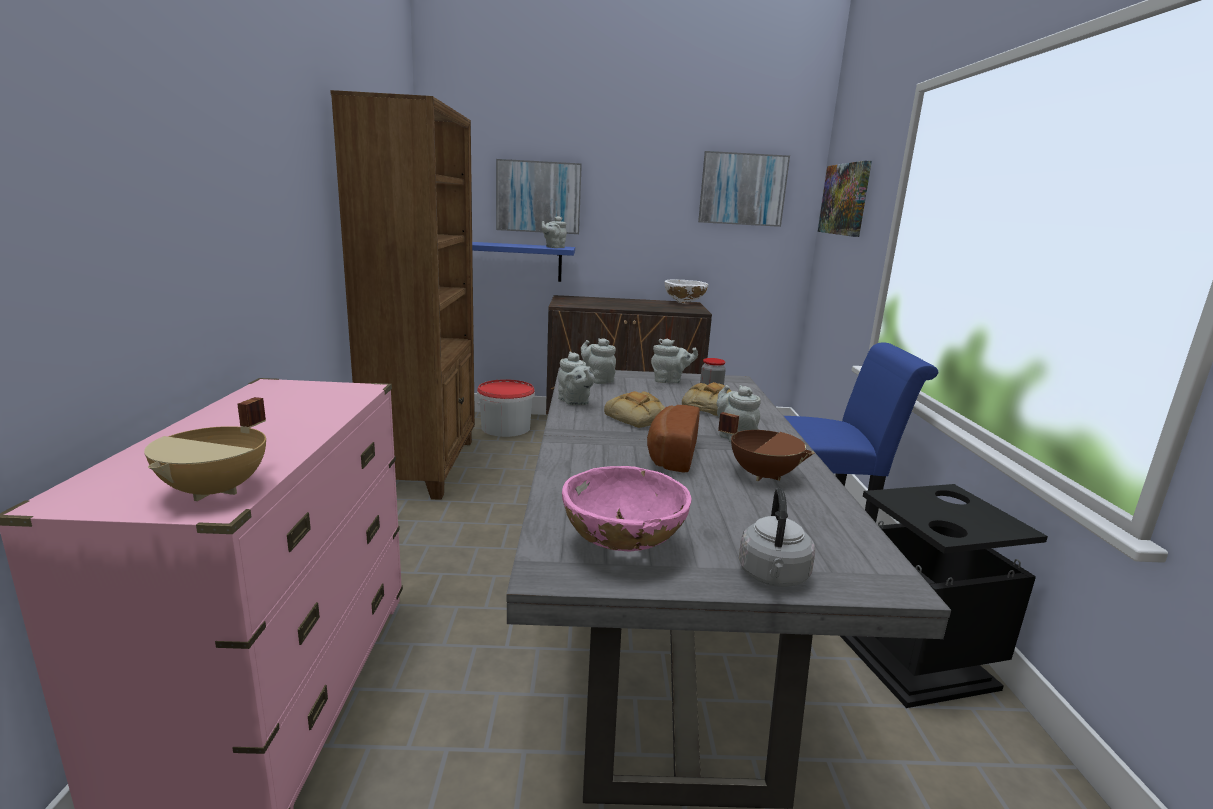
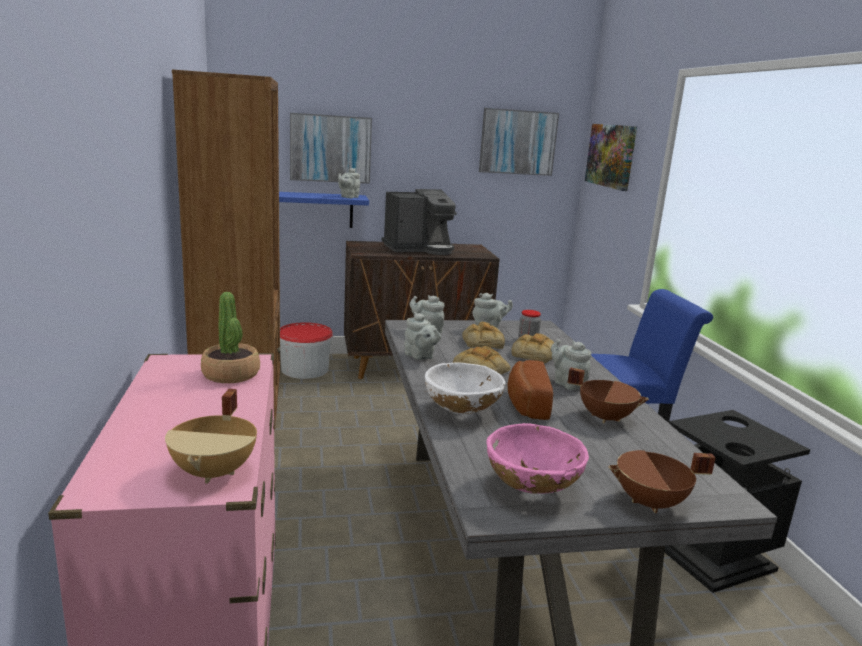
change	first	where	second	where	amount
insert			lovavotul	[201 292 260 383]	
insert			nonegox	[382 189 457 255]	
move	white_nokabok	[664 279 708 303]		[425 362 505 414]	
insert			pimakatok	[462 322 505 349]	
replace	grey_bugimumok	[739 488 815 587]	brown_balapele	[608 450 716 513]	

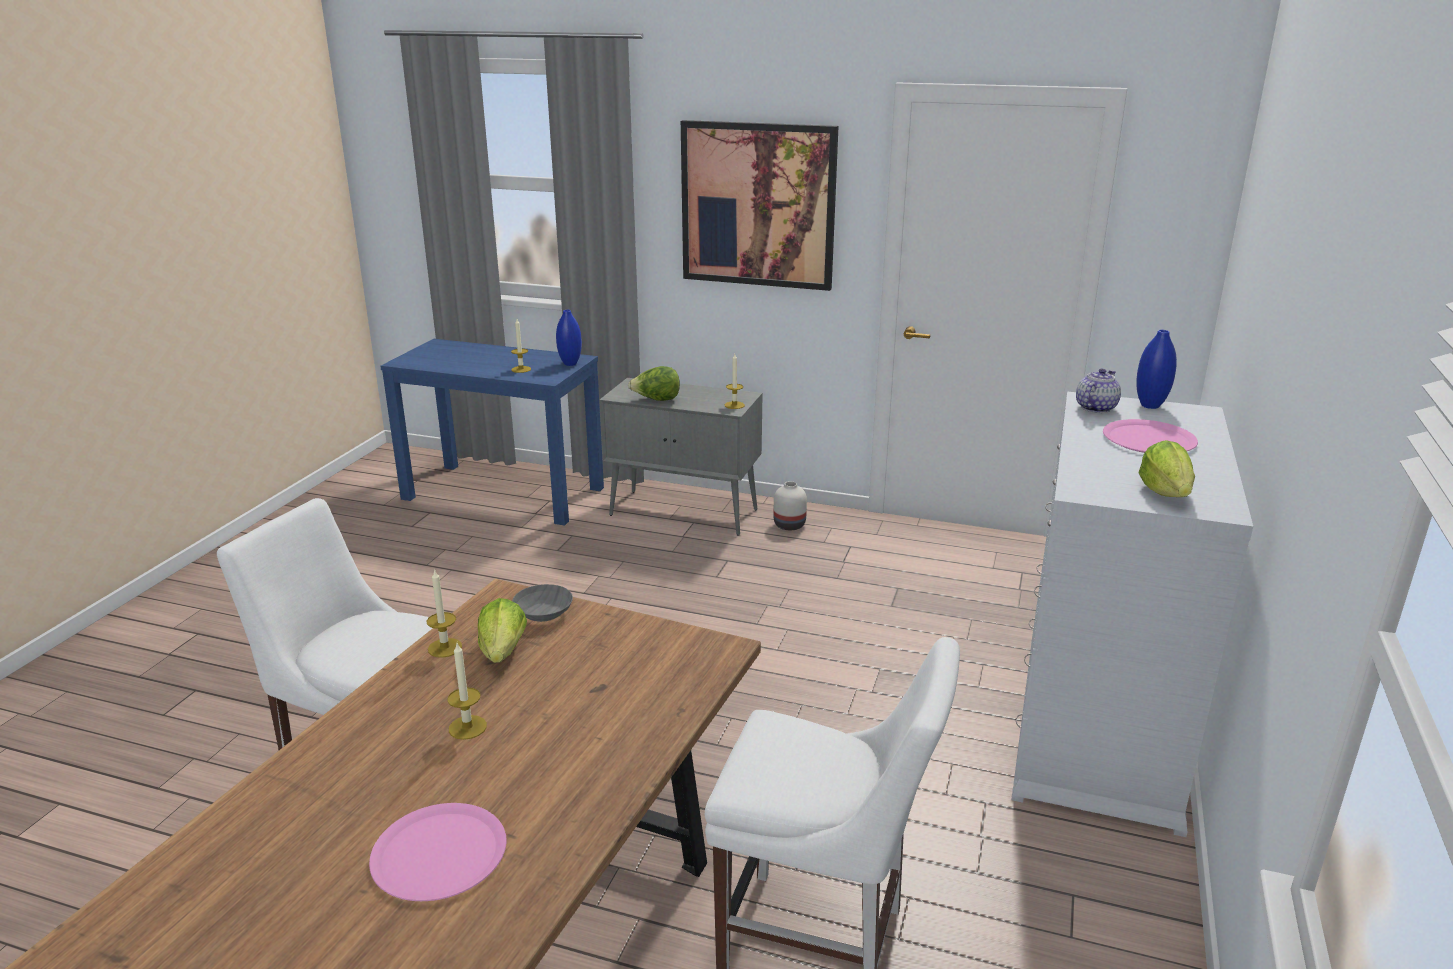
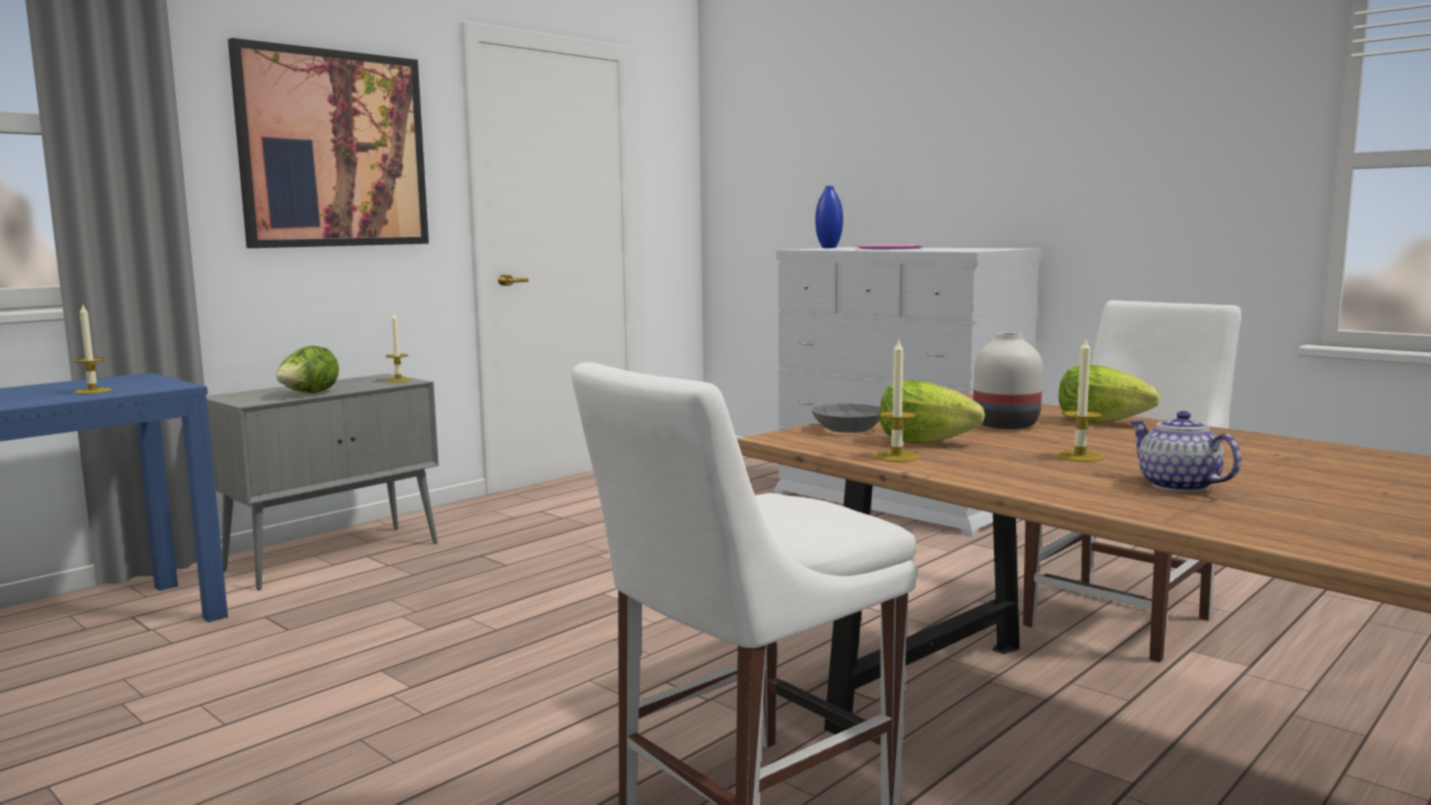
change	first	where	second	where	amount
move	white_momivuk	[773 481 807 530]		[973 332 1043 429]	
move	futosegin	[1138 440 1195 497]		[1059 365 1160 423]	
move	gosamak	[1076 368 1121 413]		[1129 411 1241 492]	
delete	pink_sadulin	[369 803 507 901]			
delete	blue_momivuk	[556 310 582 366]			

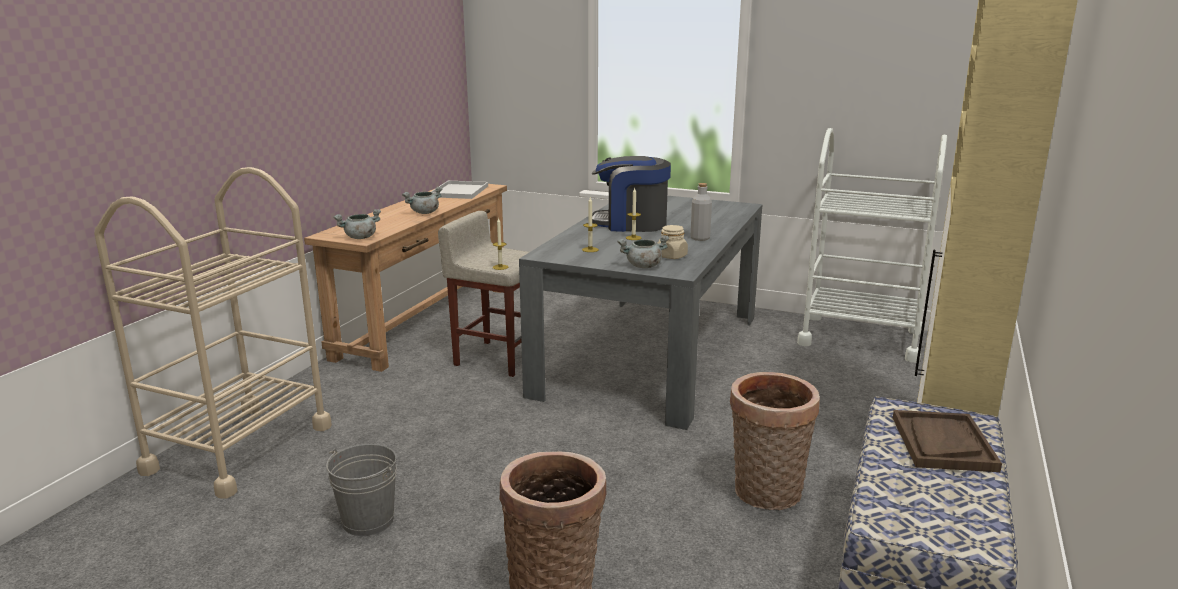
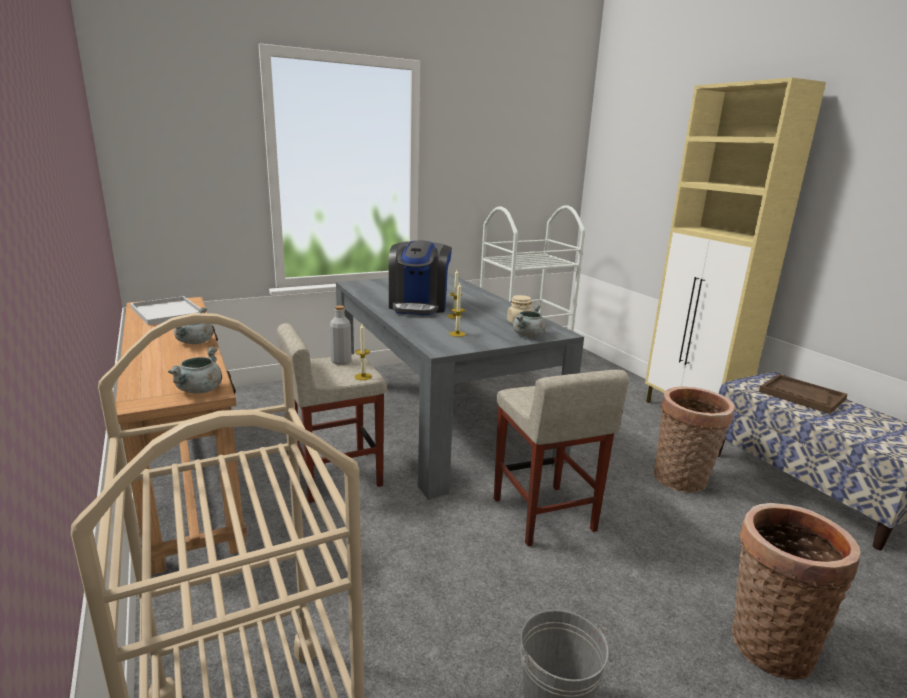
change	first	where	second	where	amount
move	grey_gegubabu	[690 183 712 241]		[330 305 352 365]	
rotate	nonegox	[592 156 671 232]		[389 240 452 315]	45 degrees counterclockwise
insert			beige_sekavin	[494 369 629 546]	

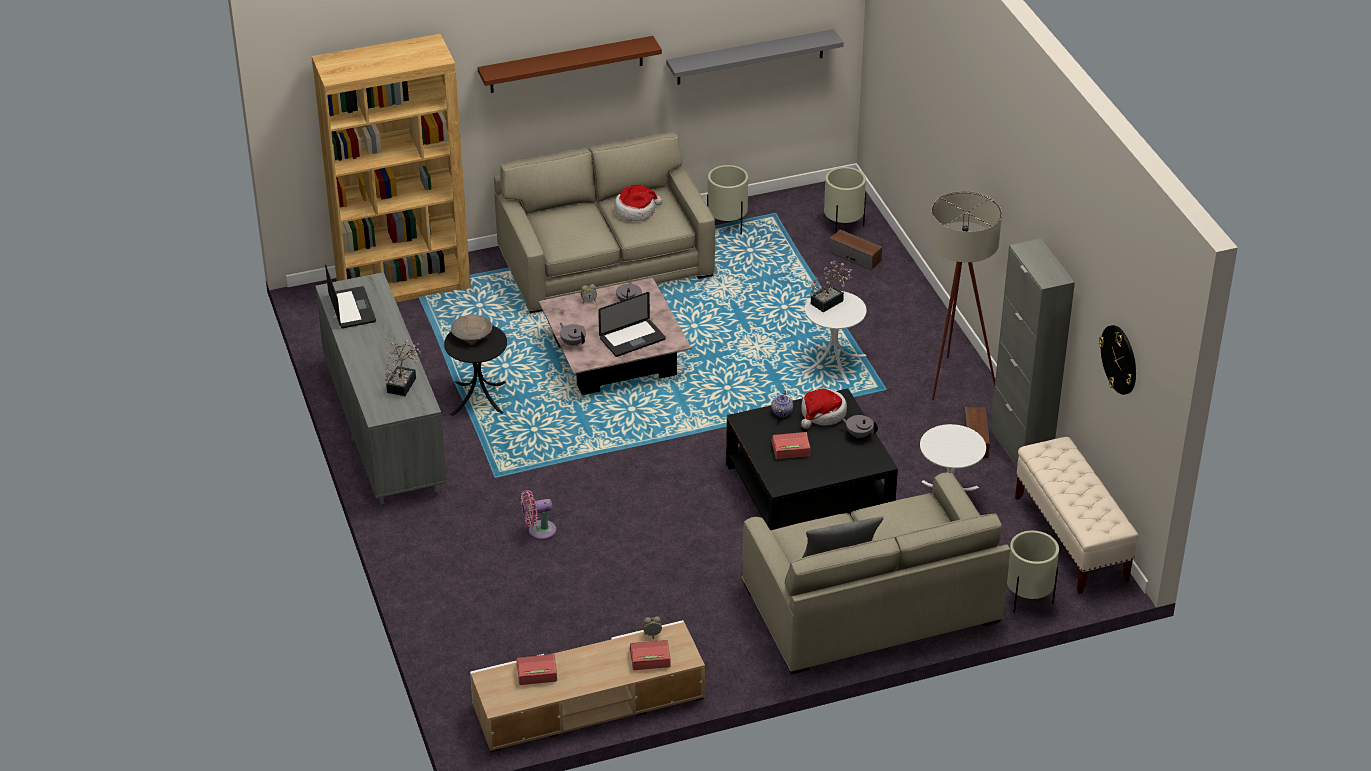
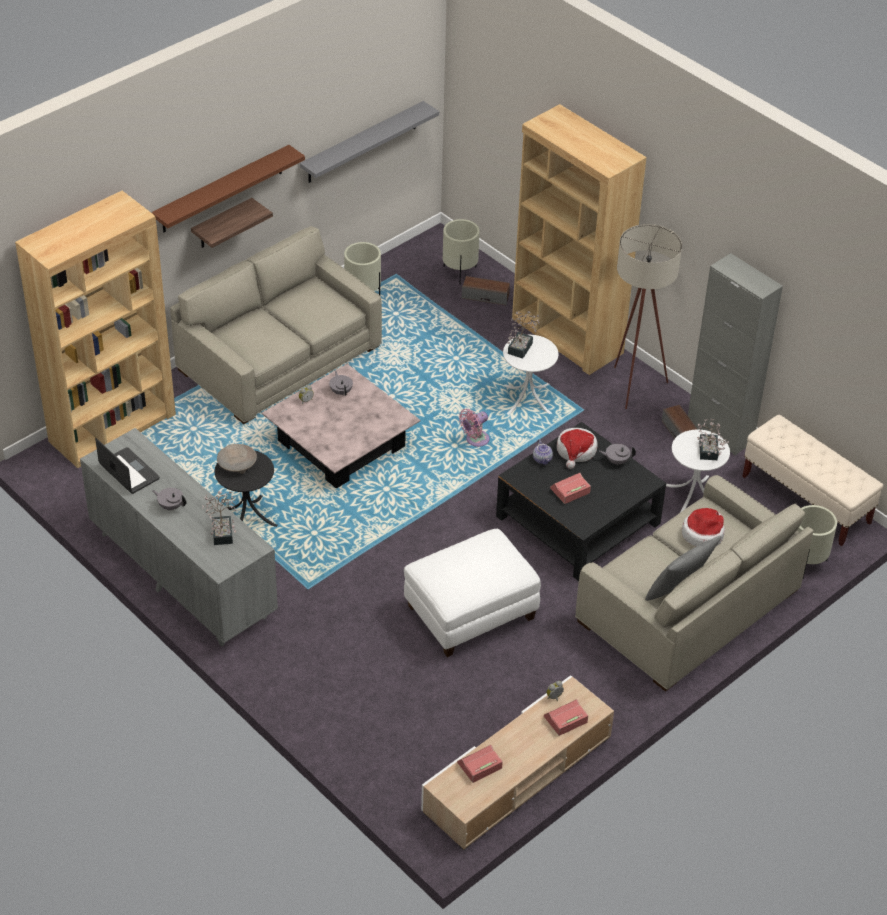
change	first	where	second	where	amount
move	grey_gosamak	[560 323 586 346]		[152 488 187 511]	
insert			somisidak	[191 198 273 248]	
insert			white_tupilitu	[404 529 541 657]	
move	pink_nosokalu	[521 490 556 540]		[459 409 489 447]	
insert			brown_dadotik	[512 104 647 375]	
move	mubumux	[614 185 662 221]		[682 508 725 546]	
insert			lovavotul	[697 419 729 460]	
delete	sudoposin	[598 292 666 357]			
delete	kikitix	[1099 325 1136 395]			

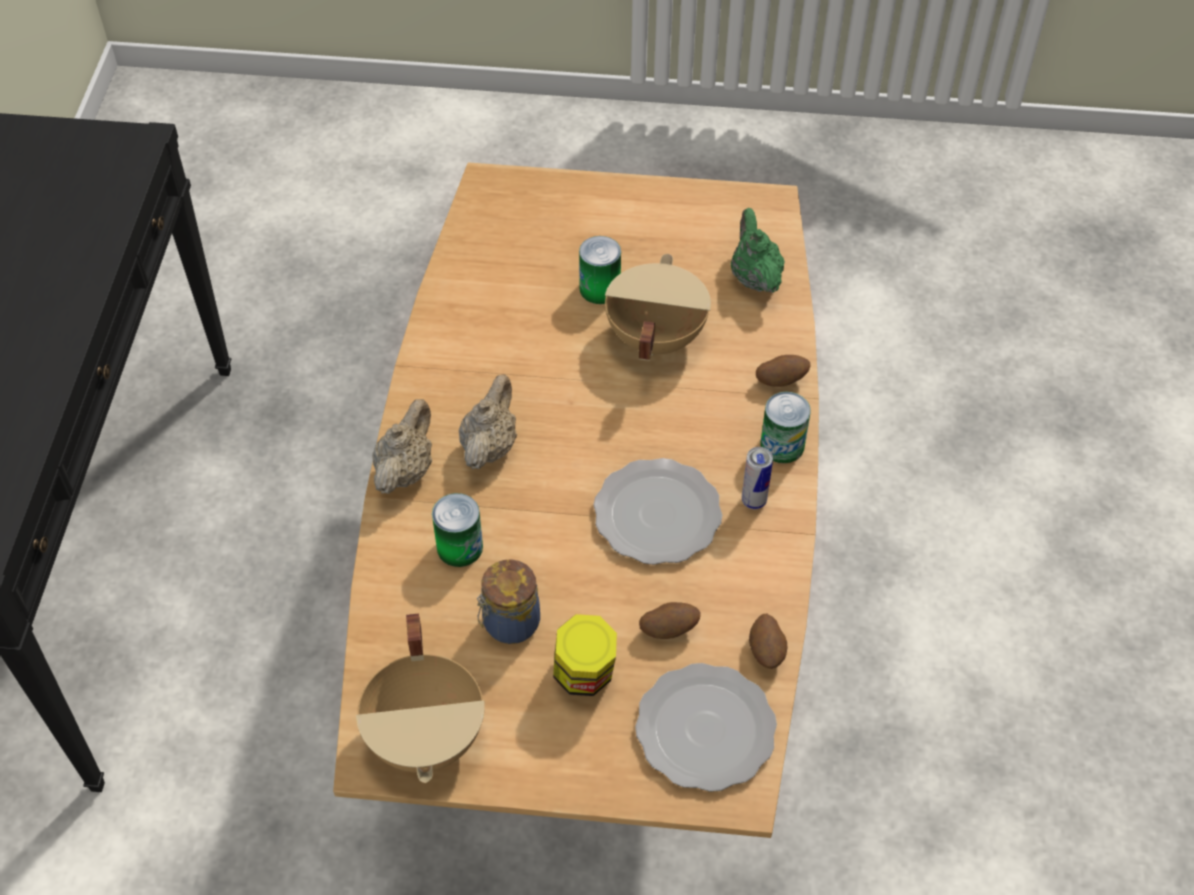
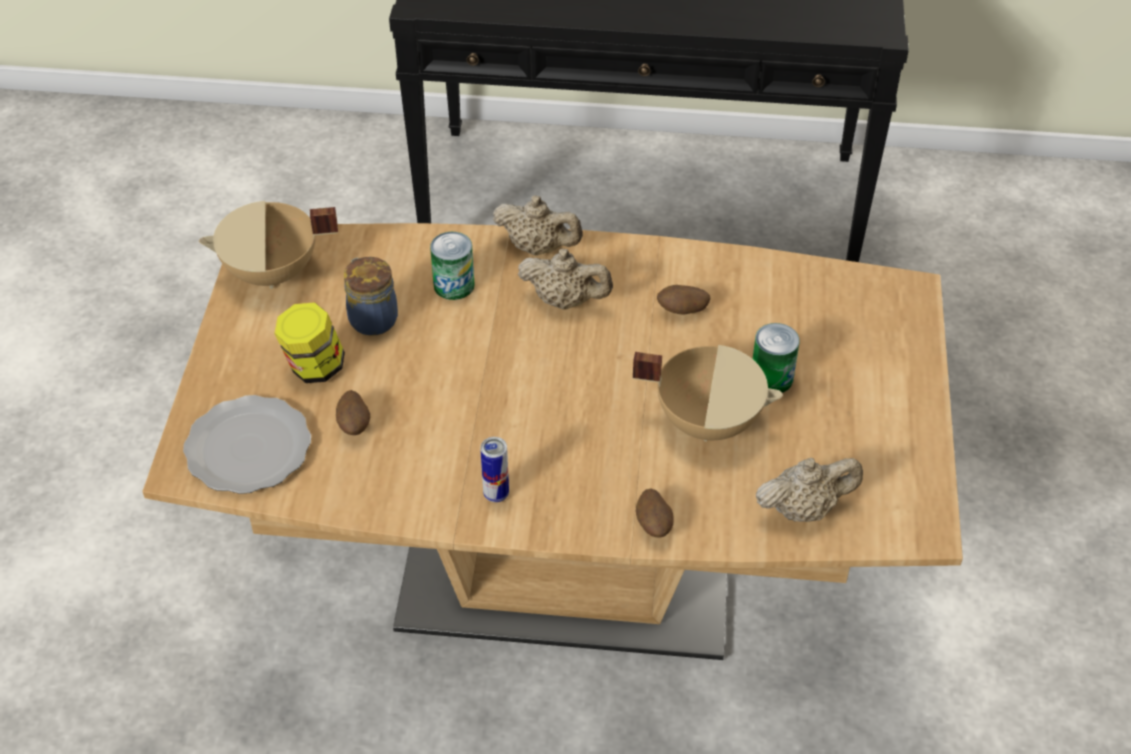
change	first	where	second	where	amount
move	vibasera	[749 614 788 669]		[657 285 710 315]	
recolor	green_gosamak	[731 208 785 293]	beige_gosamak	[756 458 863 522]	
delete	sadulin	[593 458 722 565]			
delete	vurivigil	[760 392 811 463]			

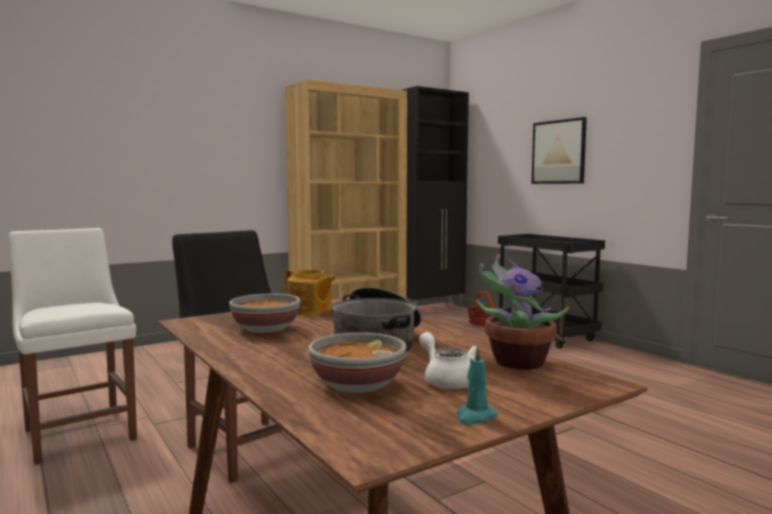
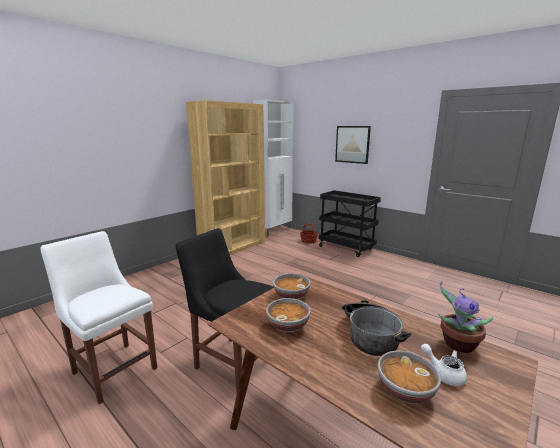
change	first	where	second	where	amount
recolor	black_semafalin	[402 86 469 307]	white_semafalin	[253 100 294 237]	
replace	gosamak	[285 269 336 315]	nokabok	[273 274 311 300]	
delete	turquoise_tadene	[456 345 498 425]			

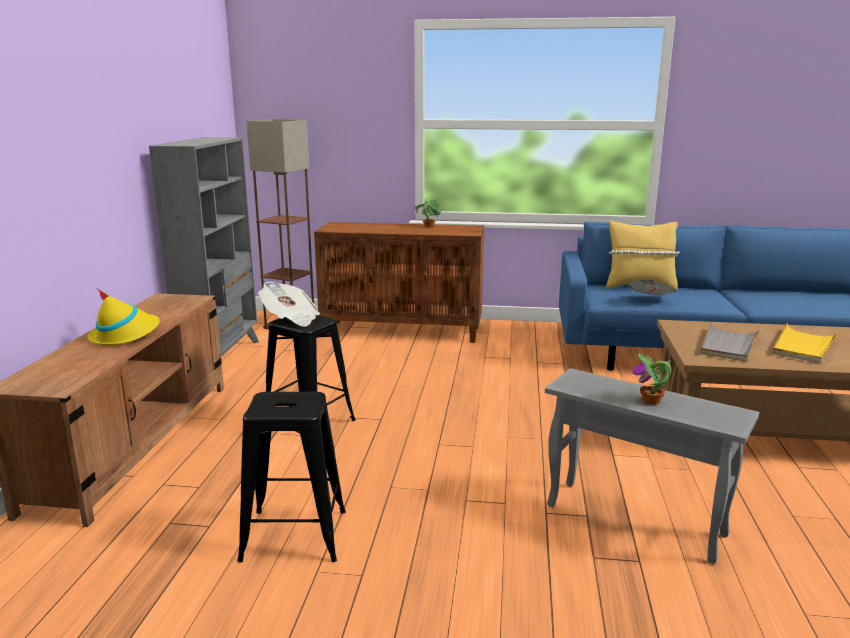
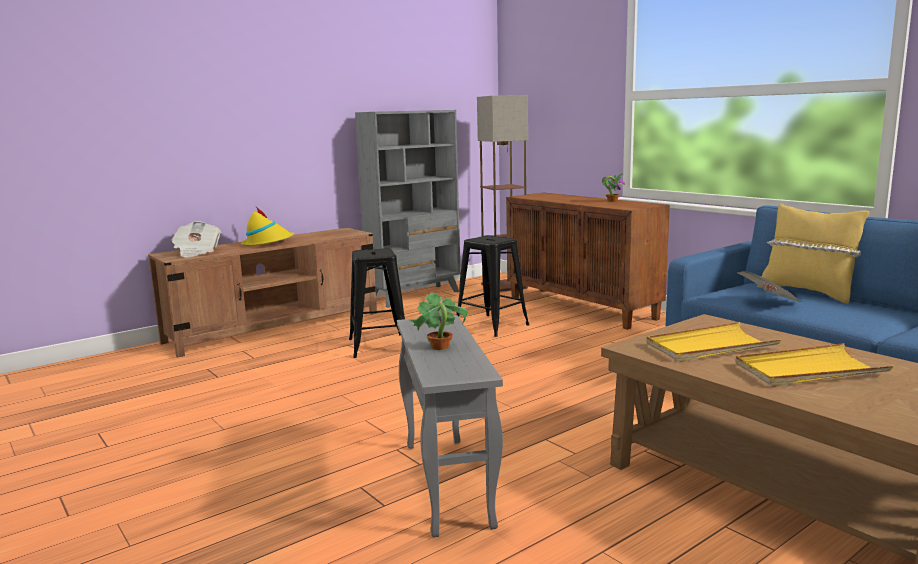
change	first	where	second	where	amount
move	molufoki	[258 282 320 327]		[171 221 221 257]	
move	black_sekavin	[237 392 346 562]		[456 235 529 337]	
recolor	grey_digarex	[701 321 760 362]	yellow_digarex	[646 322 781 362]	

